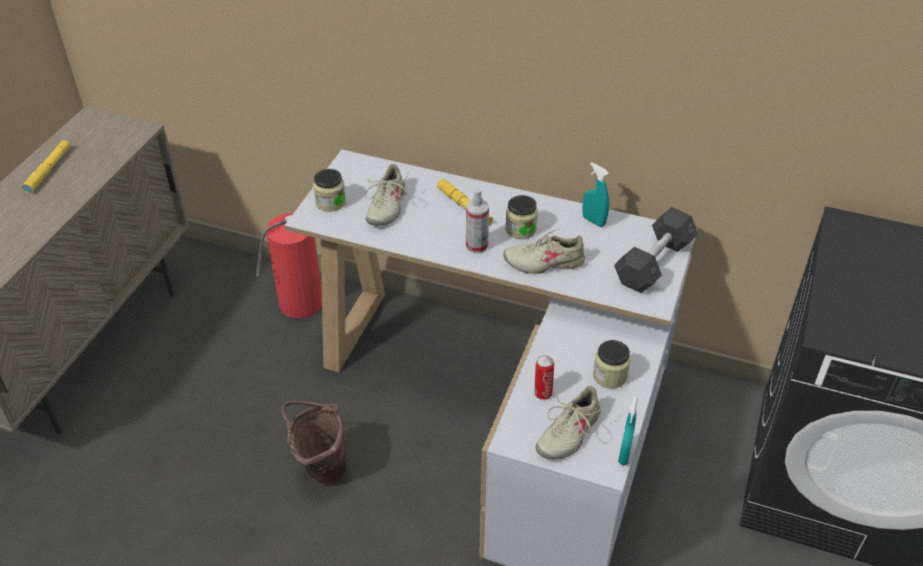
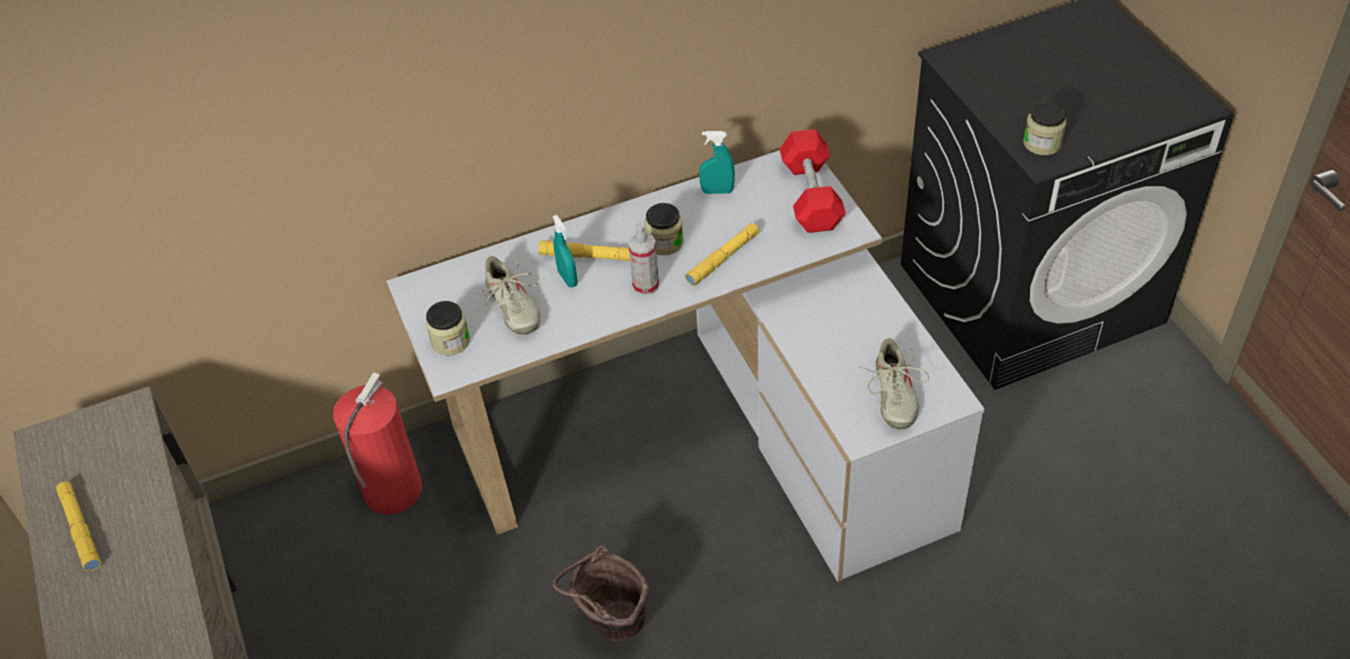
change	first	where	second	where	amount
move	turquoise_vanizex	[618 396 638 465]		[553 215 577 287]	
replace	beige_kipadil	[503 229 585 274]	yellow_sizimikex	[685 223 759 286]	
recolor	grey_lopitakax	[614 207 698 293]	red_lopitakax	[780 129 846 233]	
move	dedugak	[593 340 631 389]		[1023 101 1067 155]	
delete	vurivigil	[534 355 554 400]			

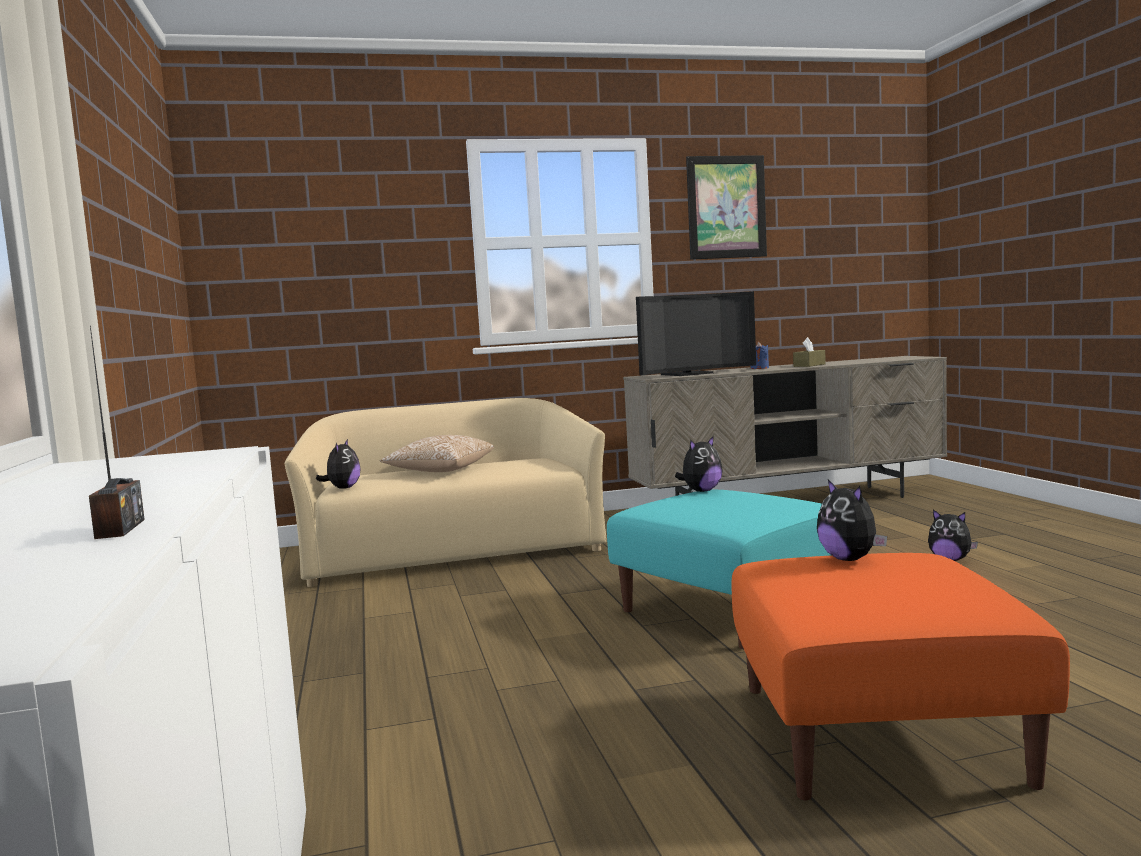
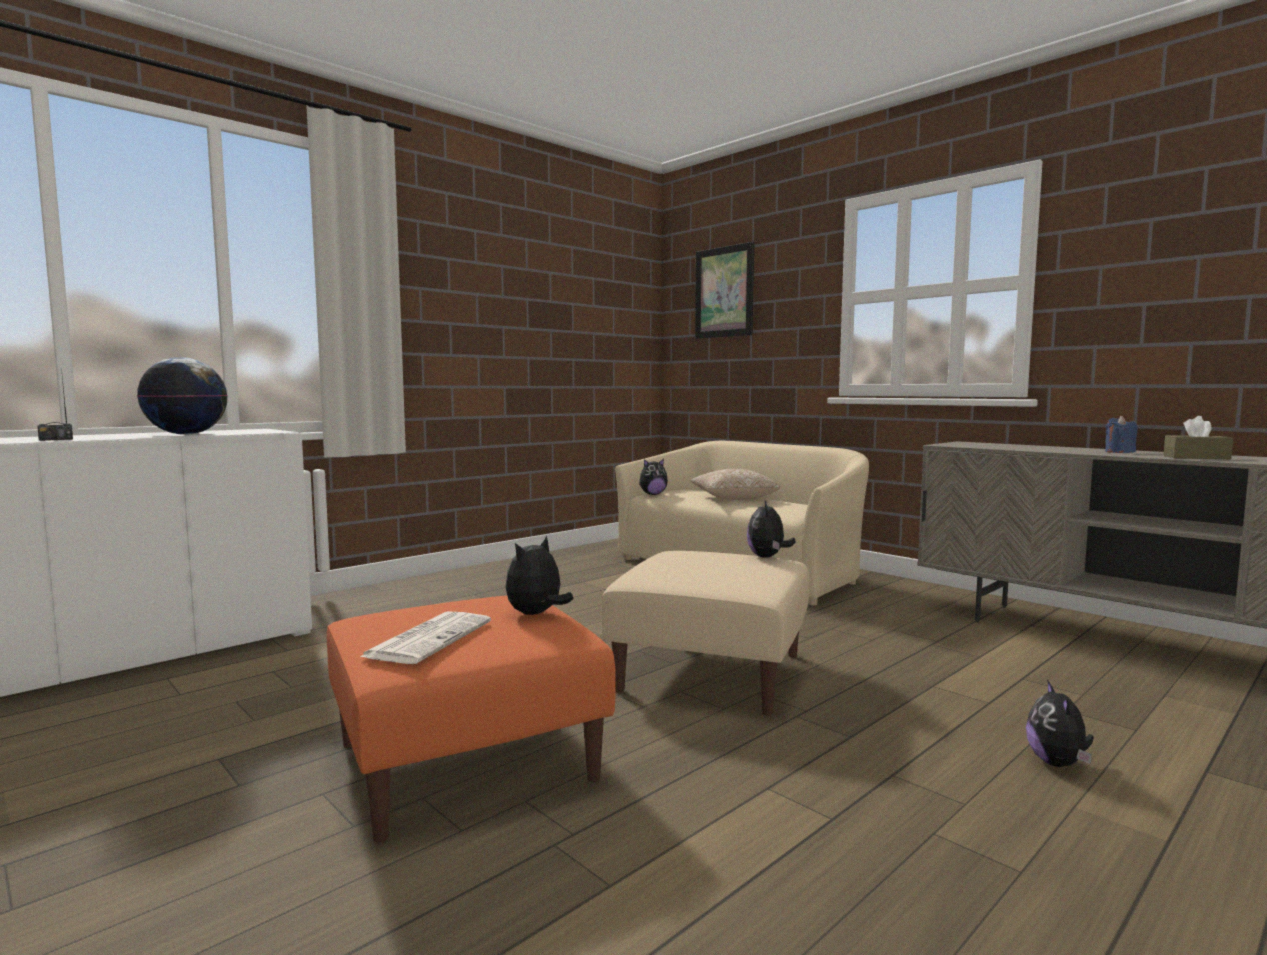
change	first	where	second	where	amount
insert			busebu	[137 357 228 435]	
insert			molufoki	[360 611 491 664]	
recolor	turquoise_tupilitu	[607 490 831 649]	beige_tupilitu	[601 551 810 715]	
move	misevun	[686 155 767 260]		[695 242 754 339]	
rotate	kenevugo	[675 436 723 492]		[747 499 795 558]	75 degrees clockwise
delete	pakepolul	[636 291 756 376]			

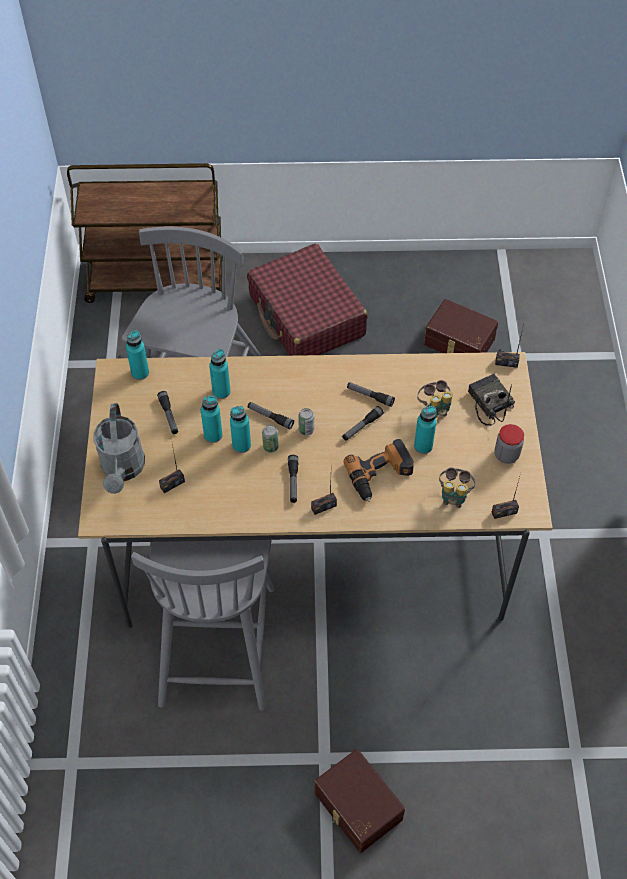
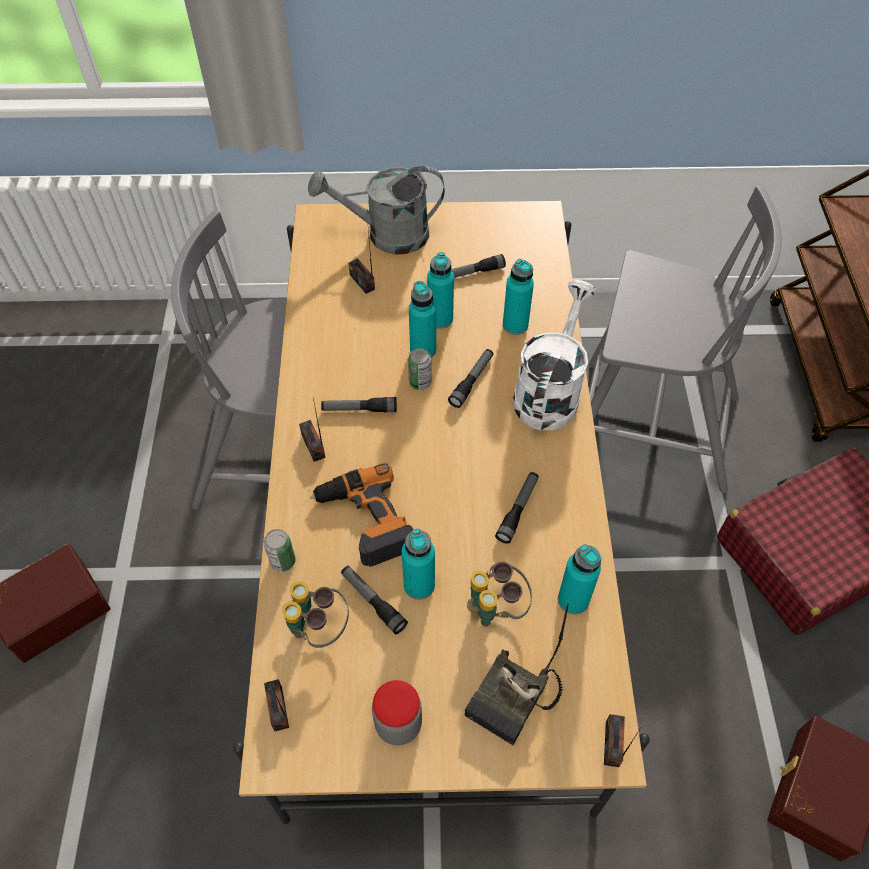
change	first	where	second	where	amount
move	vurivigil	[298 408 314 436]		[264 529 296 572]	
move	sizimikex	[342 406 384 441]		[341 566 408 634]	
rotate	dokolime	[468 374 515 426]		[465 603 569 745]	150 degrees clockwise
insert			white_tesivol	[513 280 597 430]	
move	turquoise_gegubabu	[126 330 149 380]		[558 544 601 614]	

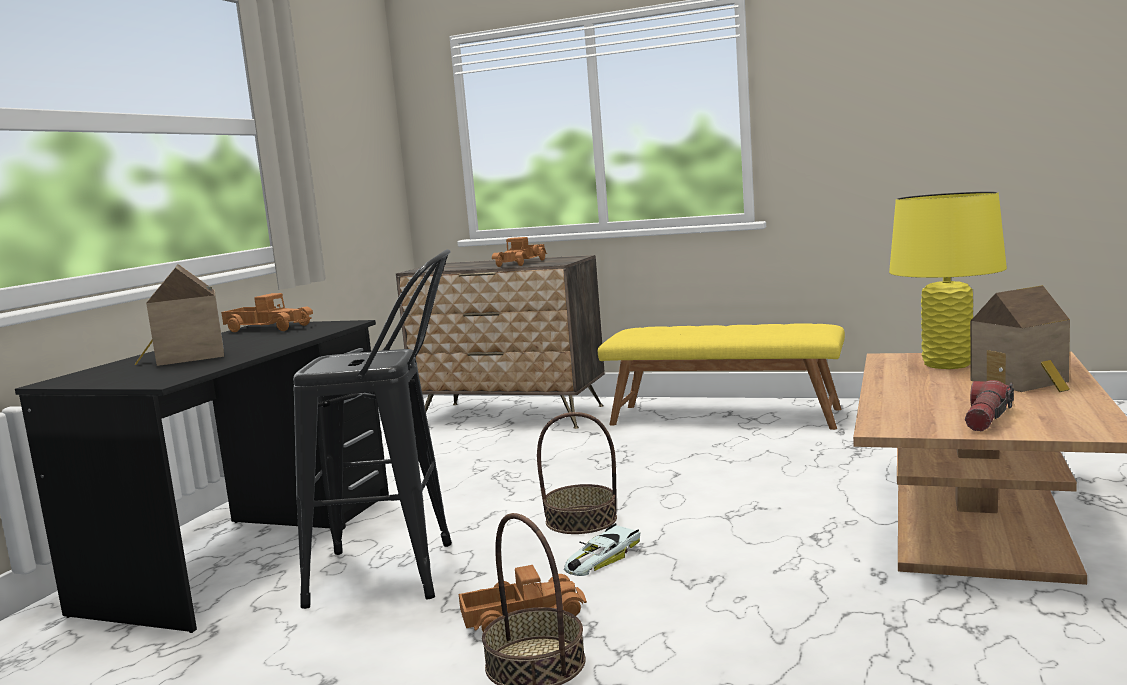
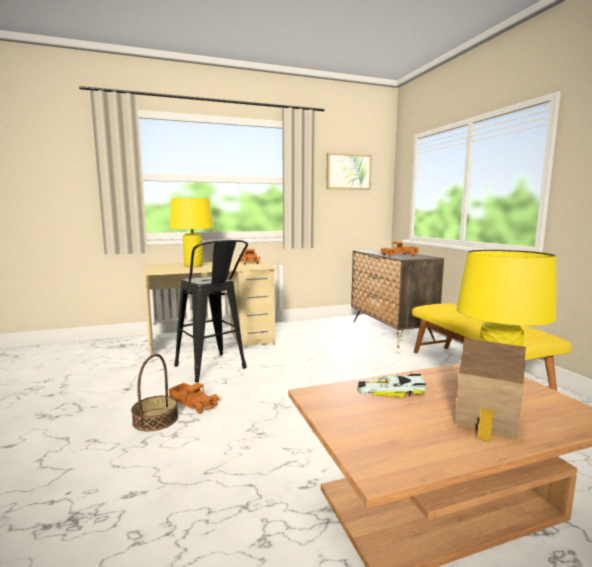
change	first	where	second	where	amount
recolor	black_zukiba	[15 320 389 633]	beige_zukiba	[144 260 276 356]	
replace	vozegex	[135 264 224 366]	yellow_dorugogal	[170 198 214 267]	
insert			misevun	[326 153 372 190]	
move	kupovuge	[564 523 641 576]		[357 374 427 398]	
delete	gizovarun	[537 412 617 534]			
delete	sizimikex	[965 380 1014 431]			

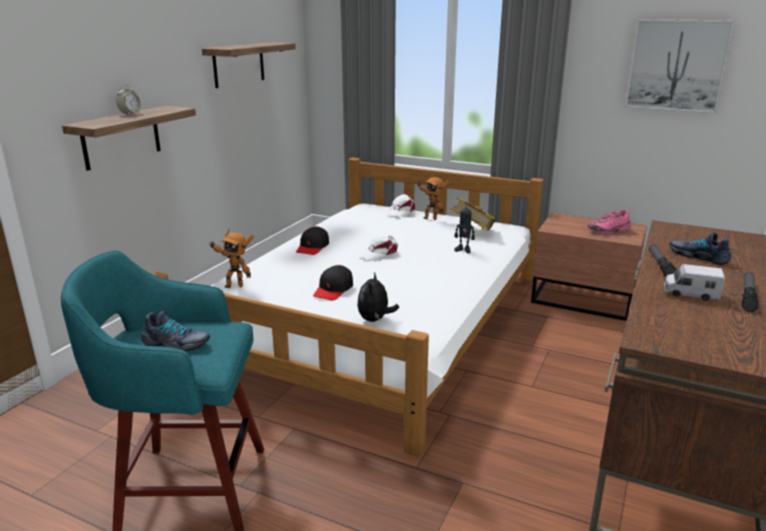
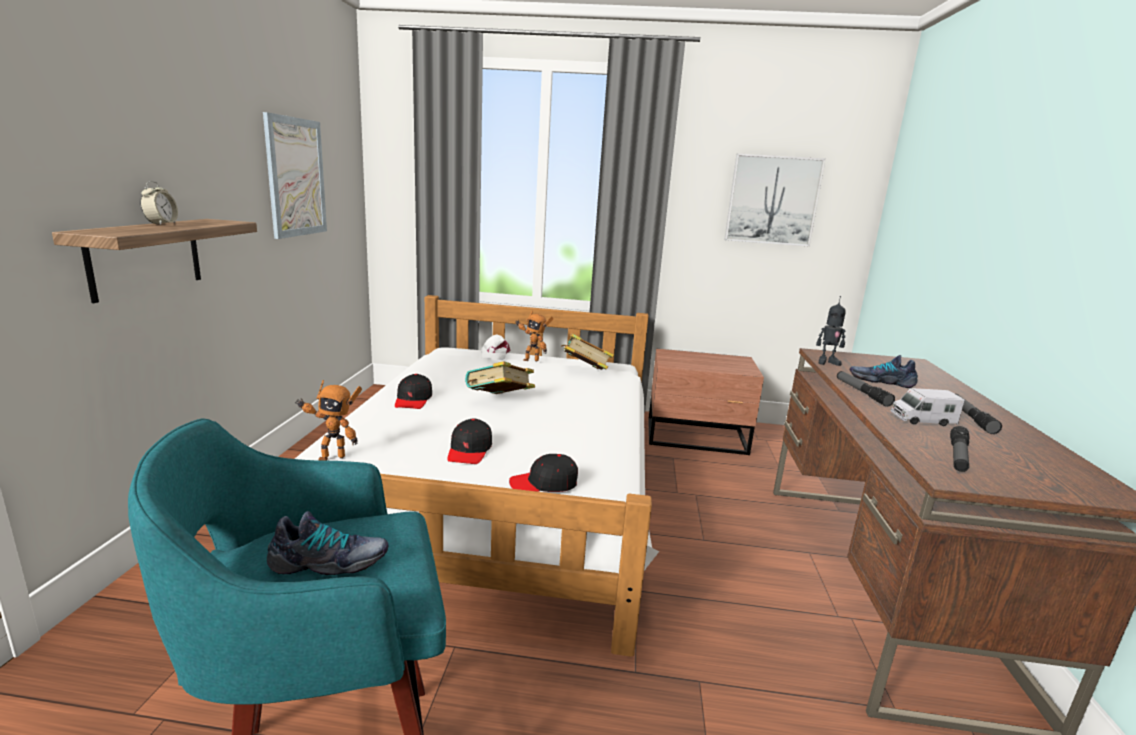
change	first	where	second	where	amount
replace	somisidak	[202 42 296 88]	misevun	[263 112 327 239]	
replace	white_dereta	[360 233 398 262]	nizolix	[465 361 535 394]	
replace	kenevugo	[357 272 399 322]	black_dereta	[509 454 578 492]	
move	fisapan	[454 202 475 253]		[816 296 846 366]	
insert			sizimikex	[950 426 969 472]	
delete	pink_kipadil	[588 209 631 235]			

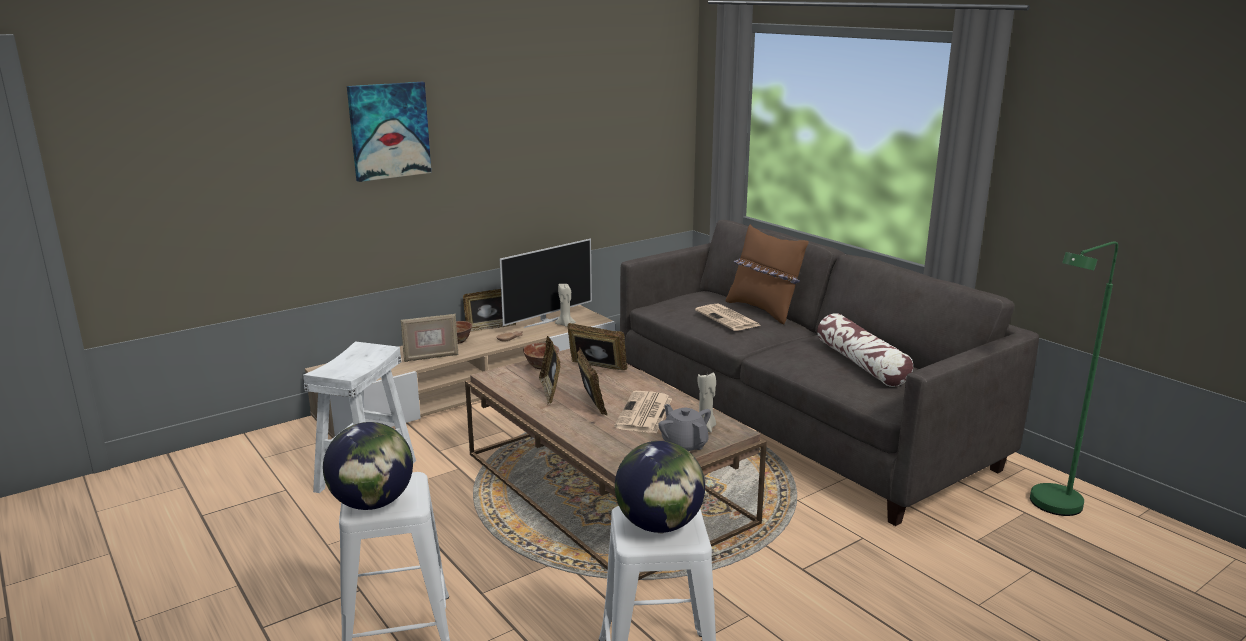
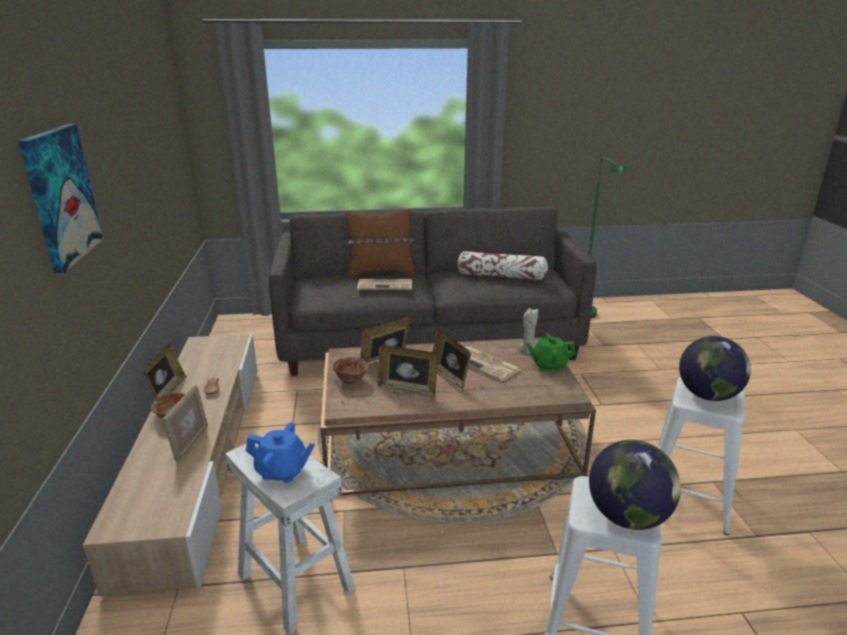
change	first	where	second	where	amount
insert			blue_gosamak	[246 422 315 483]	
rotate	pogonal	[577 347 607 415]		[433 330 471 394]	135 degrees counterclockwise
recolor	grey_gosamak	[658 404 711 451]	green_gosamak	[526 333 576 371]	
delete	pakepolul	[500 239 592 328]			
delete	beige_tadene	[555 284 576 327]			

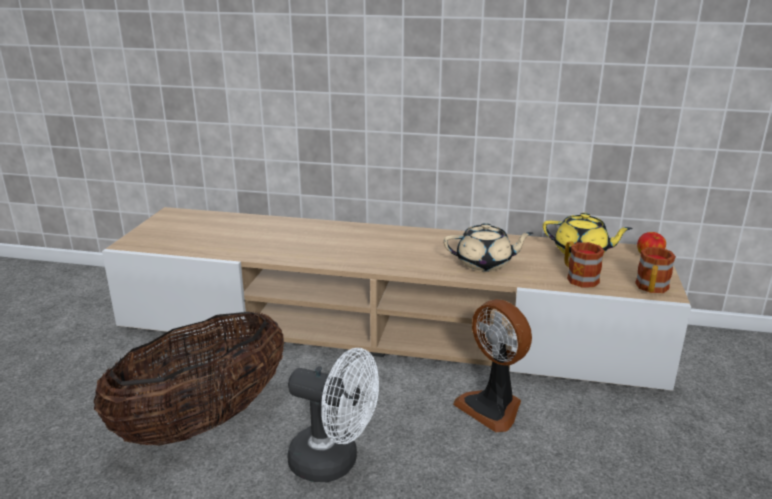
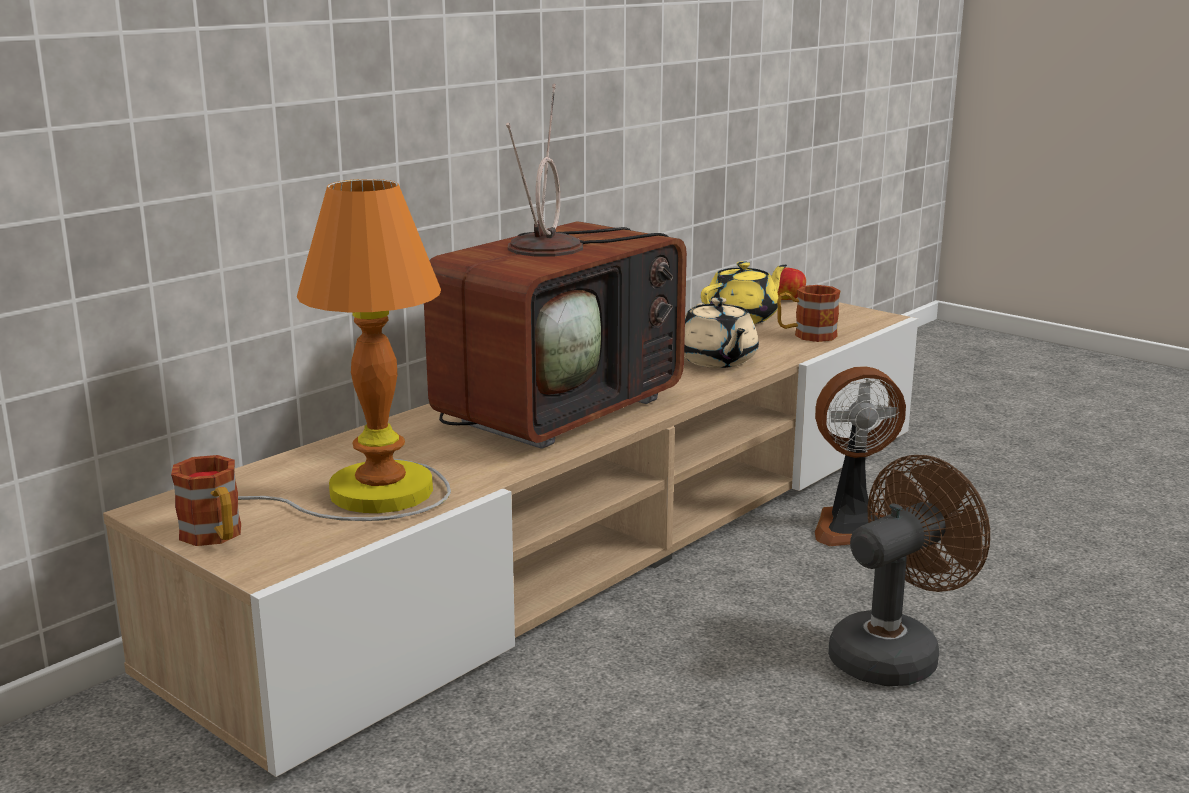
change	first	where	second	where	amount
move	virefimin	[635 247 676 293]		[171 455 241 546]	
insert			dorugogal	[238 179 451 521]	
insert			pakepolul	[424 84 687 449]	
rotate	beige_gosamak	[444 223 533 271]		[684 297 759 368]	135 degrees clockwise
recolor	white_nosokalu	[288 348 379 482]	brown_nosokalu	[828 455 990 687]	
delete	gizovarun	[94 311 284 446]			

